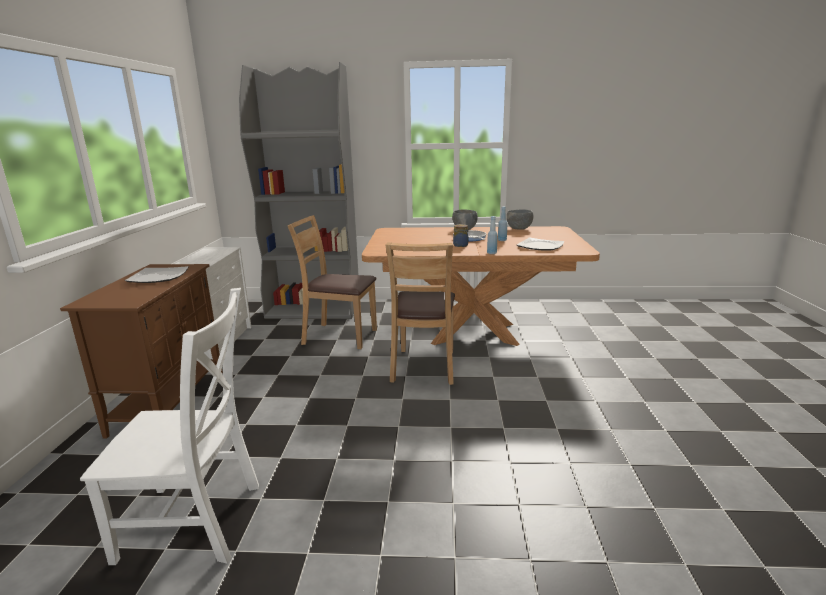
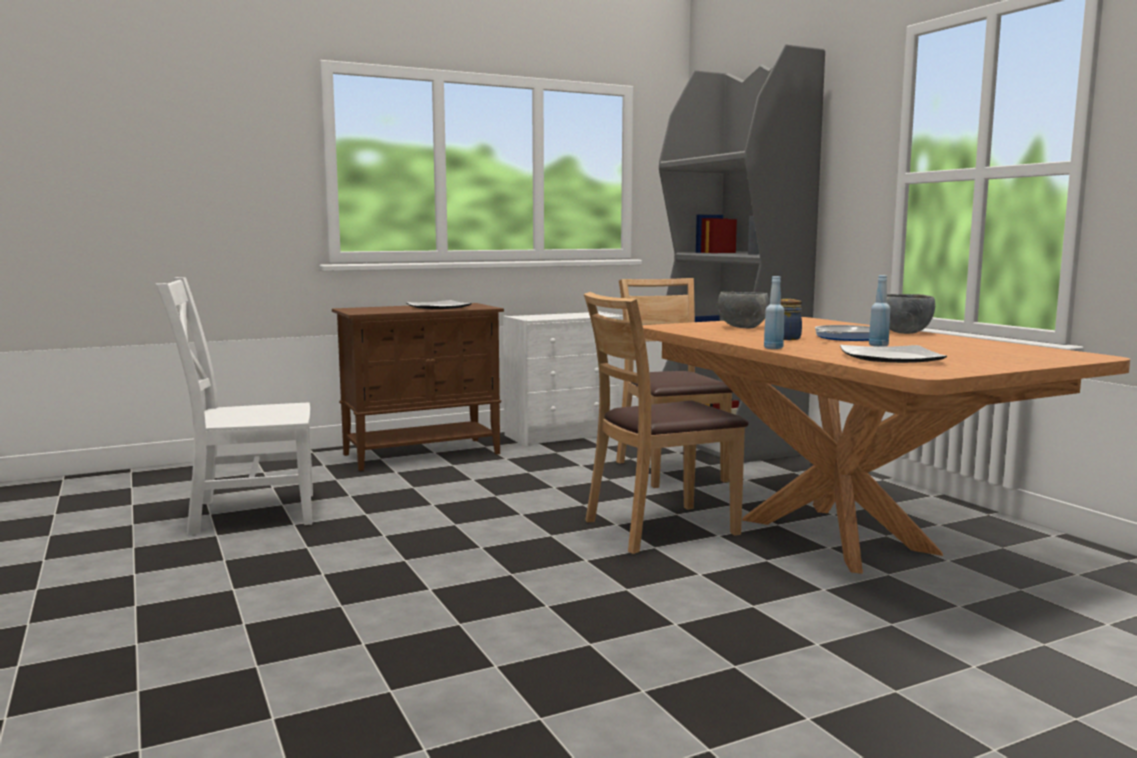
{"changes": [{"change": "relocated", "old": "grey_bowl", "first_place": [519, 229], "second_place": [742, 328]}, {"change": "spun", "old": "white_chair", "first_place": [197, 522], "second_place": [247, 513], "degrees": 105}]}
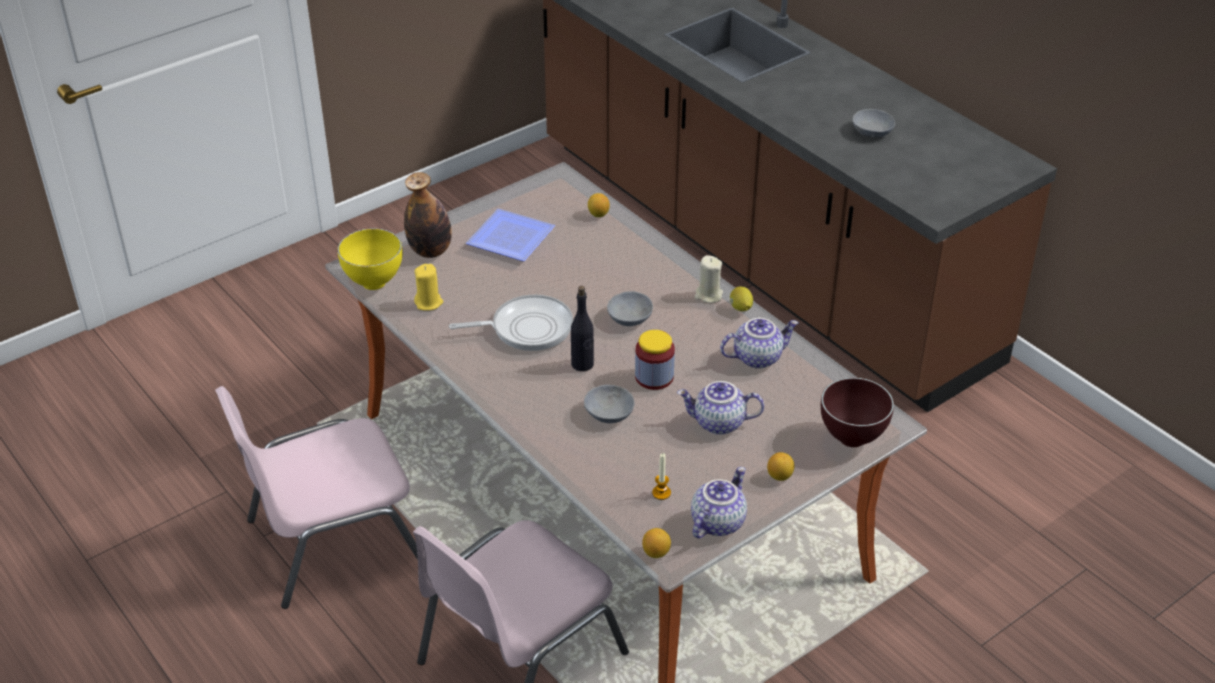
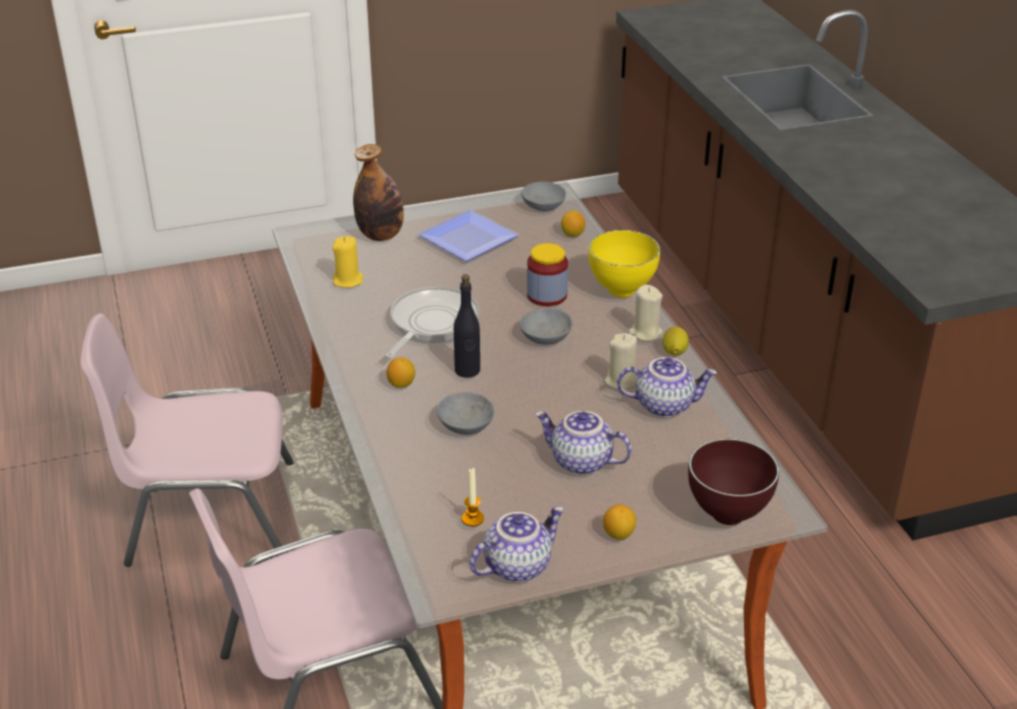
{"changes": [{"change": "appeared", "new": "beige_candle", "second_place": [622, 381]}, {"change": "relocated", "old": "yellow_bowl", "first_place": [373, 283], "second_place": [620, 290]}, {"change": "relocated", "old": "jar", "first_place": [654, 377], "second_place": [547, 295]}, {"change": "relocated", "old": "lemon", "first_place": [656, 552], "second_place": [401, 384]}, {"change": "relocated", "old": "grey_bowl", "first_place": [873, 131], "second_place": [545, 205]}, {"change": "spun", "old": "frying_pan", "first_place": [527, 328], "second_place": [431, 324], "degrees": -75}]}
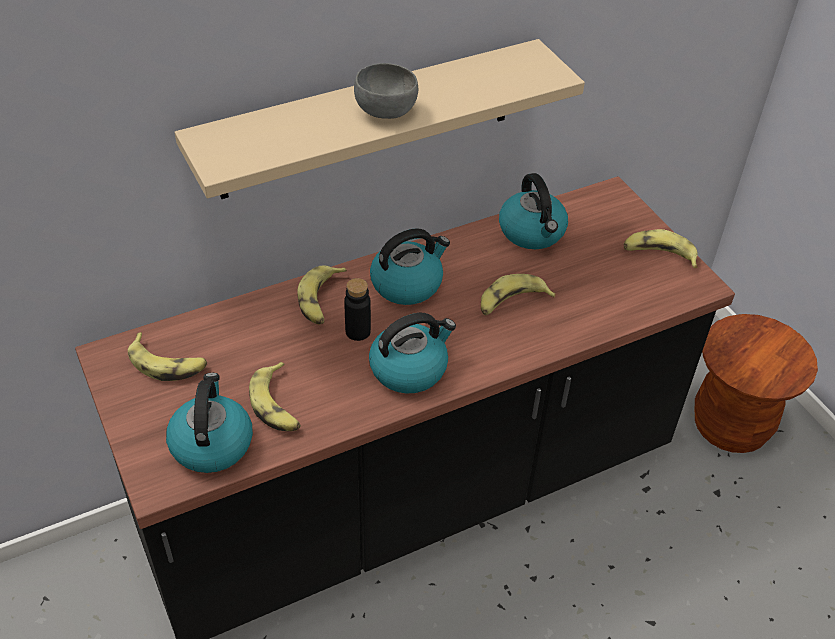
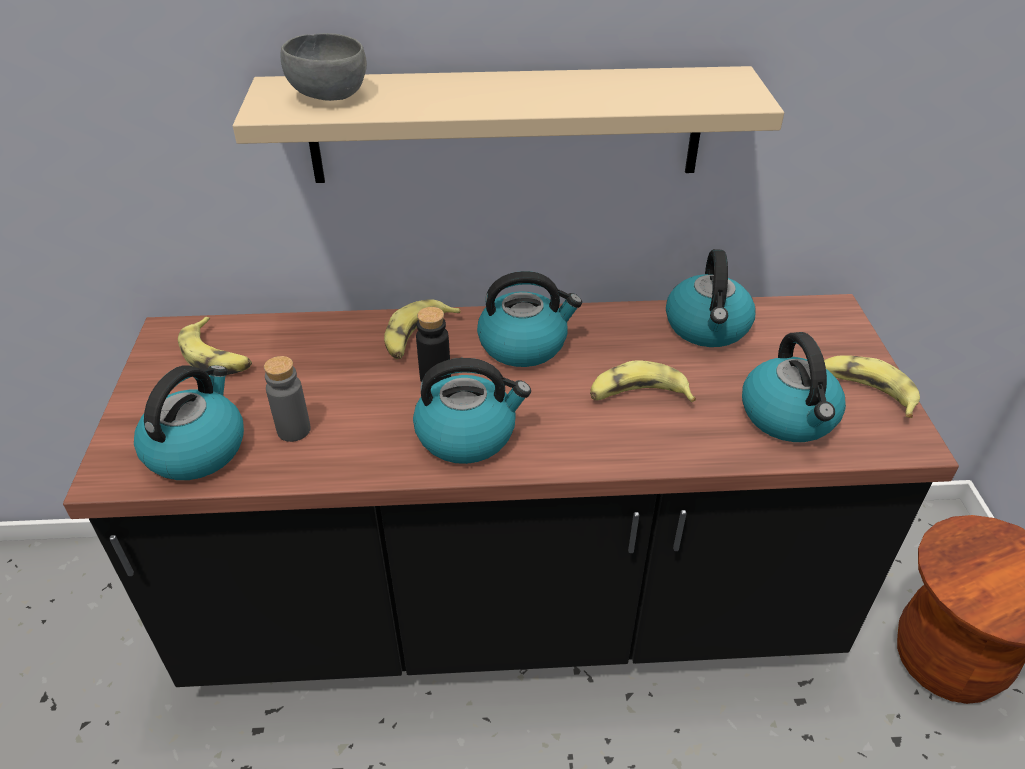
{"changes": [{"change": "appeared", "new": "kettle", "second_place": [789, 417]}, {"change": "relocated", "old": "grey_bowl", "first_place": [386, 111], "second_place": [329, 95]}, {"change": "exchanged", "old": "banana", "new": "grey_bottle", "first_place": [277, 405], "second_place": [294, 430]}]}
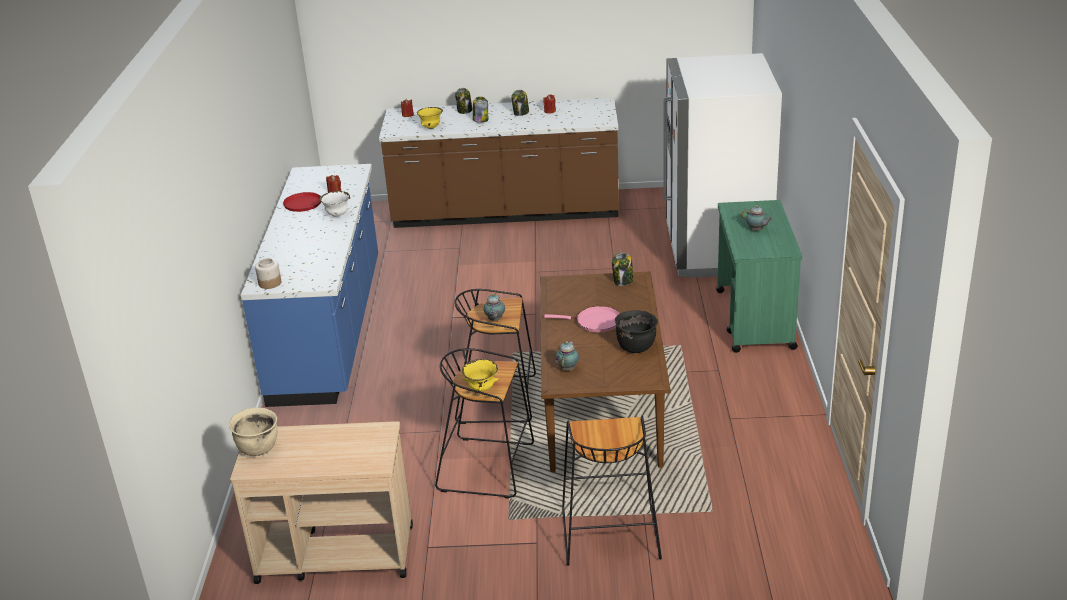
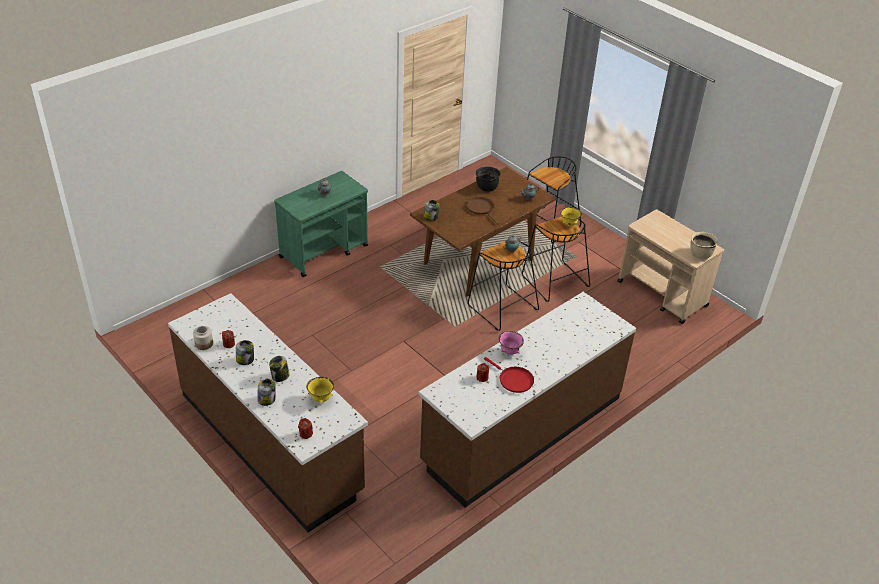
{"changes": [{"change": "missing", "old": "white_fridge", "first_place": [716, 250]}, {"change": "relocated", "old": "jar", "first_place": [270, 283], "second_place": [204, 344]}, {"change": "colour", "old": "blue_counter", "new": "brown_counter", "first_place": [329, 329], "second_place": [522, 429]}, {"change": "colour", "old": "white_bowl", "new": "pink_bowl", "first_place": [337, 215], "second_place": [509, 352]}, {"change": "colour", "old": "pink_frying_pan", "new": "brown_frying_pan", "first_place": [595, 322], "second_place": [481, 208]}]}
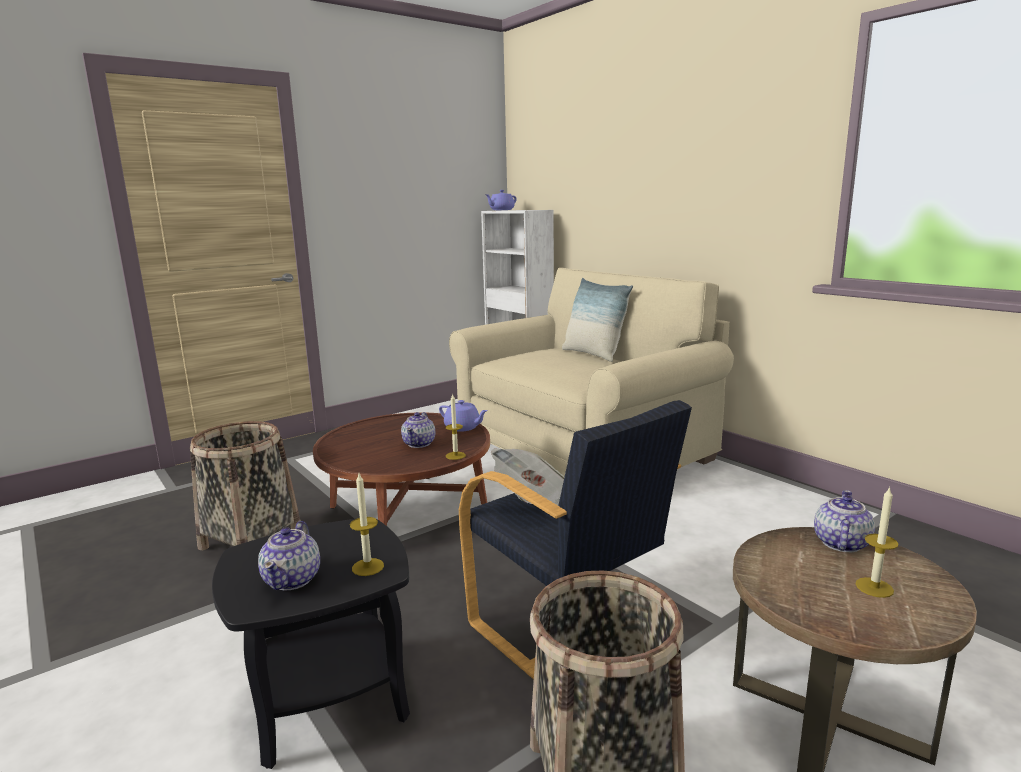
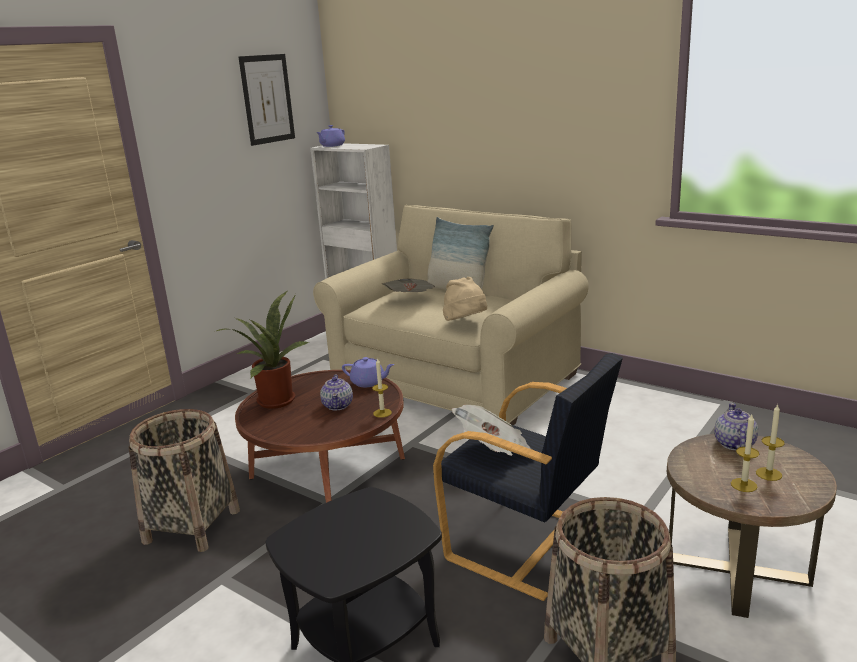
{"changes": [{"change": "missing", "old": "teapot", "first_place": [293, 579]}, {"change": "appeared", "new": "potted_plant", "second_place": [274, 400]}, {"change": "appeared", "new": "picture", "second_place": [267, 99]}, {"change": "appeared", "new": "newspaper", "second_place": [410, 300]}, {"change": "appeared", "new": "beige_hat", "second_place": [466, 323]}, {"change": "relocated", "old": "candle", "first_place": [368, 567], "second_place": [744, 485]}]}
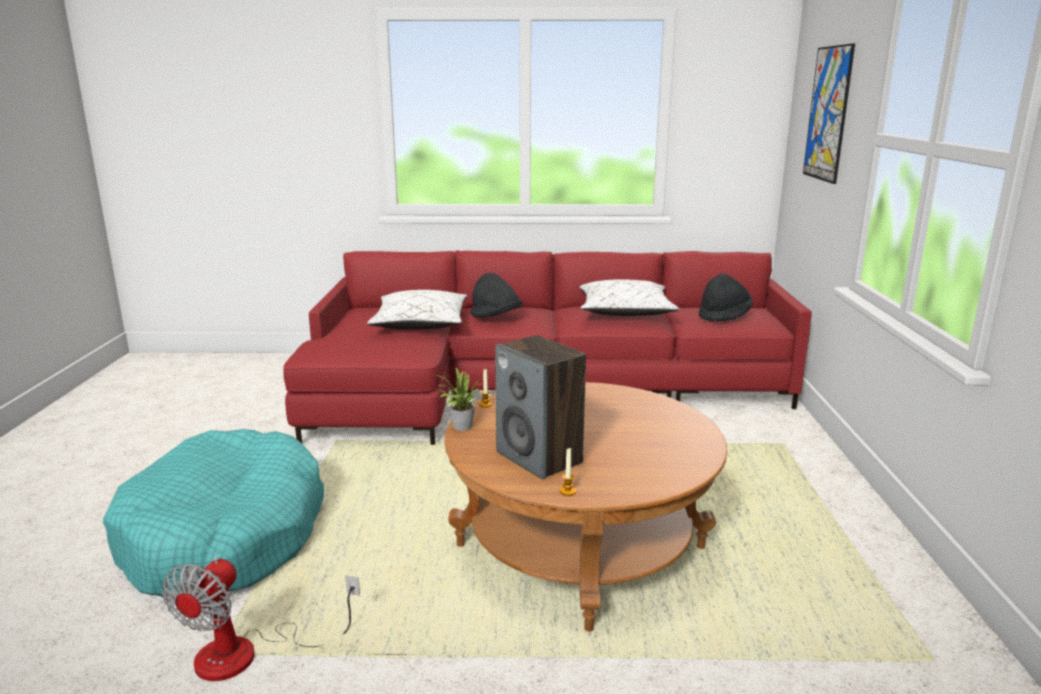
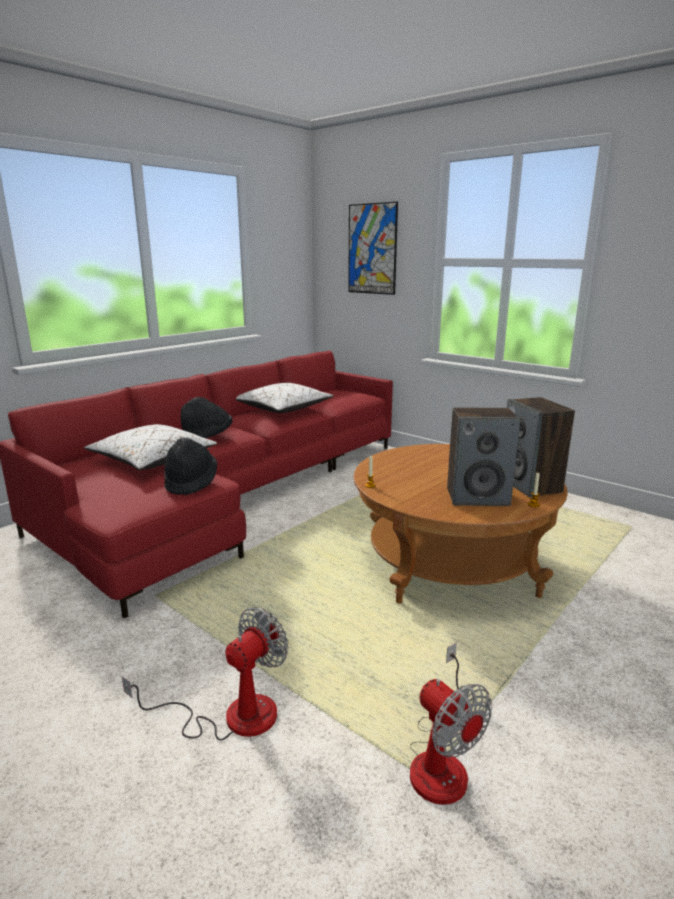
{"changes": [{"change": "missing", "old": "potted_plant", "first_place": [460, 427]}, {"change": "appeared", "new": "speaker", "second_place": [531, 485]}, {"change": "relocated", "old": "black_hat", "first_place": [724, 316], "second_place": [191, 483]}, {"change": "exchanged", "old": "turquoise_dog_bed", "new": "fan", "first_place": [225, 536], "second_place": [231, 716]}]}
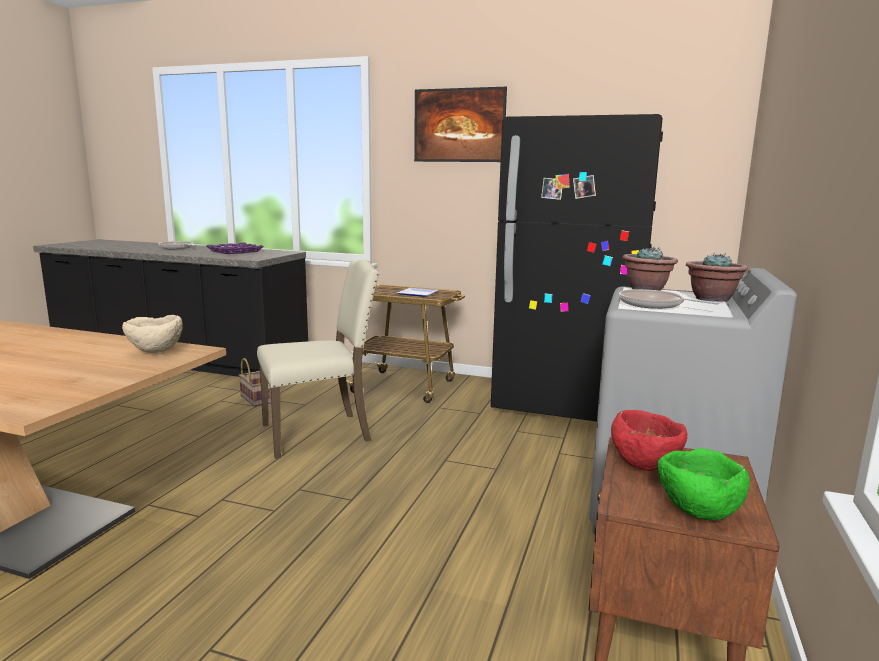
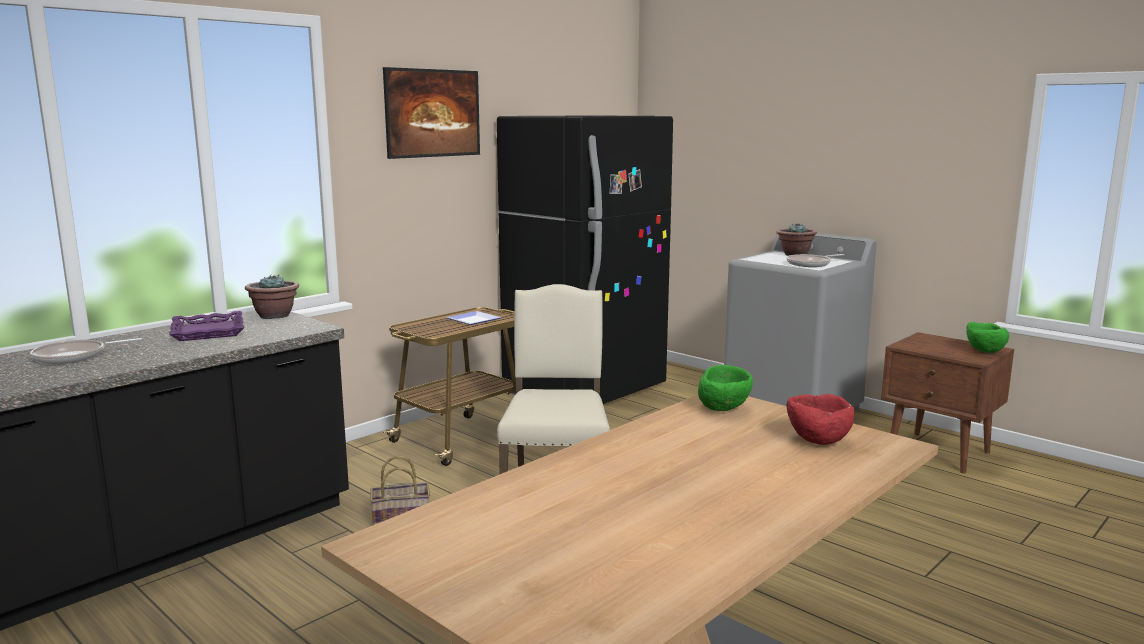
{"changes": [{"change": "relocated", "old": "red_bowl", "first_place": [645, 465], "second_place": [817, 440]}, {"change": "relocated", "old": "potted_plant", "first_place": [646, 289], "second_place": [274, 316]}, {"change": "colour", "old": "beige_bowl", "new": "green_bowl", "first_place": [155, 353], "second_place": [724, 409]}]}
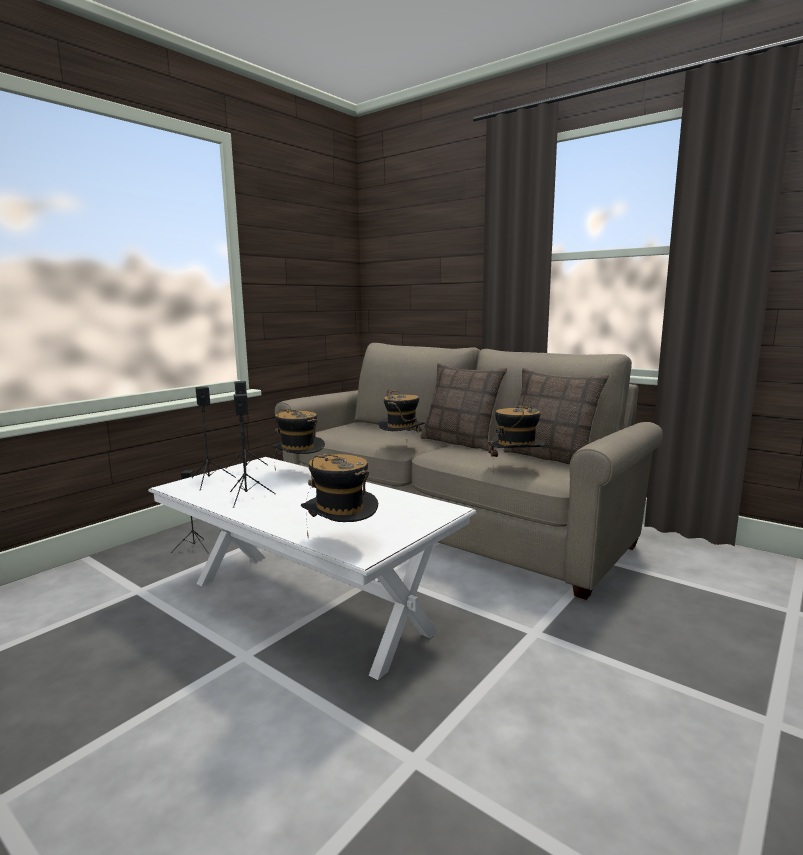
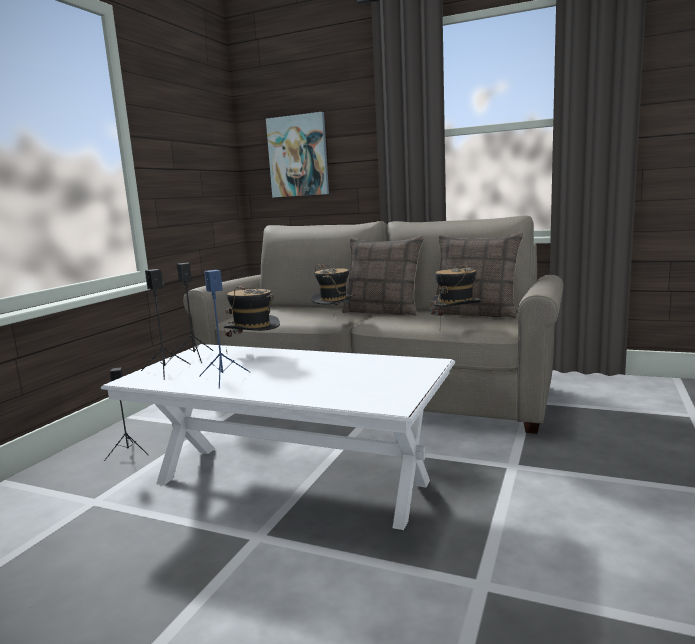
{"changes": [{"change": "missing", "old": "hat", "first_place": [341, 544]}, {"change": "appeared", "new": "picture", "second_place": [298, 156]}, {"change": "colour", "old": "black_speaker", "new": "blue_speaker", "first_place": [246, 497], "second_place": [223, 378]}]}
